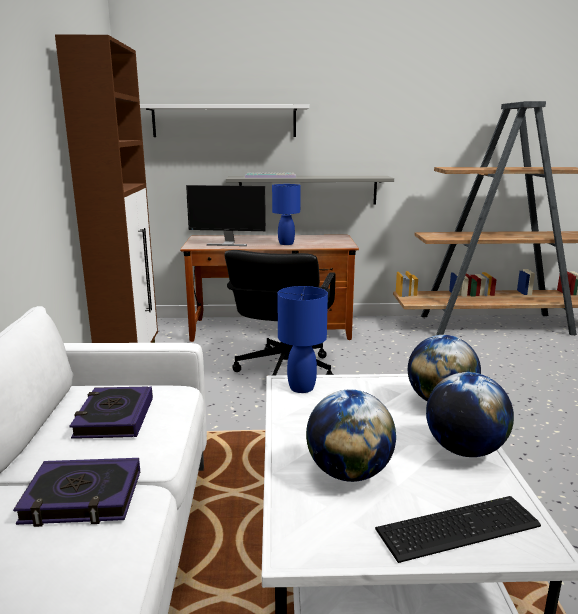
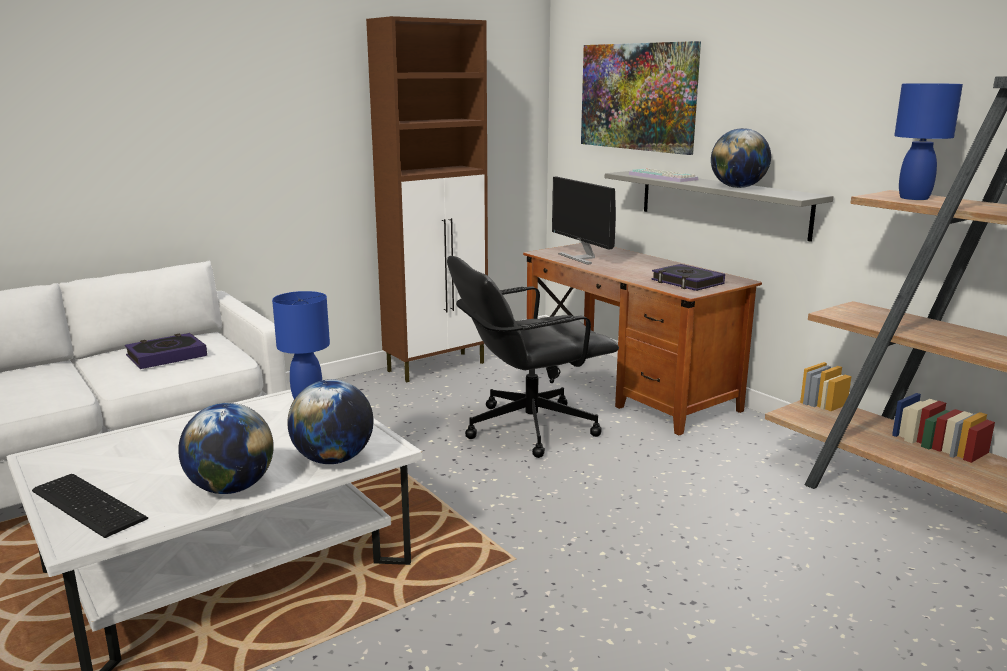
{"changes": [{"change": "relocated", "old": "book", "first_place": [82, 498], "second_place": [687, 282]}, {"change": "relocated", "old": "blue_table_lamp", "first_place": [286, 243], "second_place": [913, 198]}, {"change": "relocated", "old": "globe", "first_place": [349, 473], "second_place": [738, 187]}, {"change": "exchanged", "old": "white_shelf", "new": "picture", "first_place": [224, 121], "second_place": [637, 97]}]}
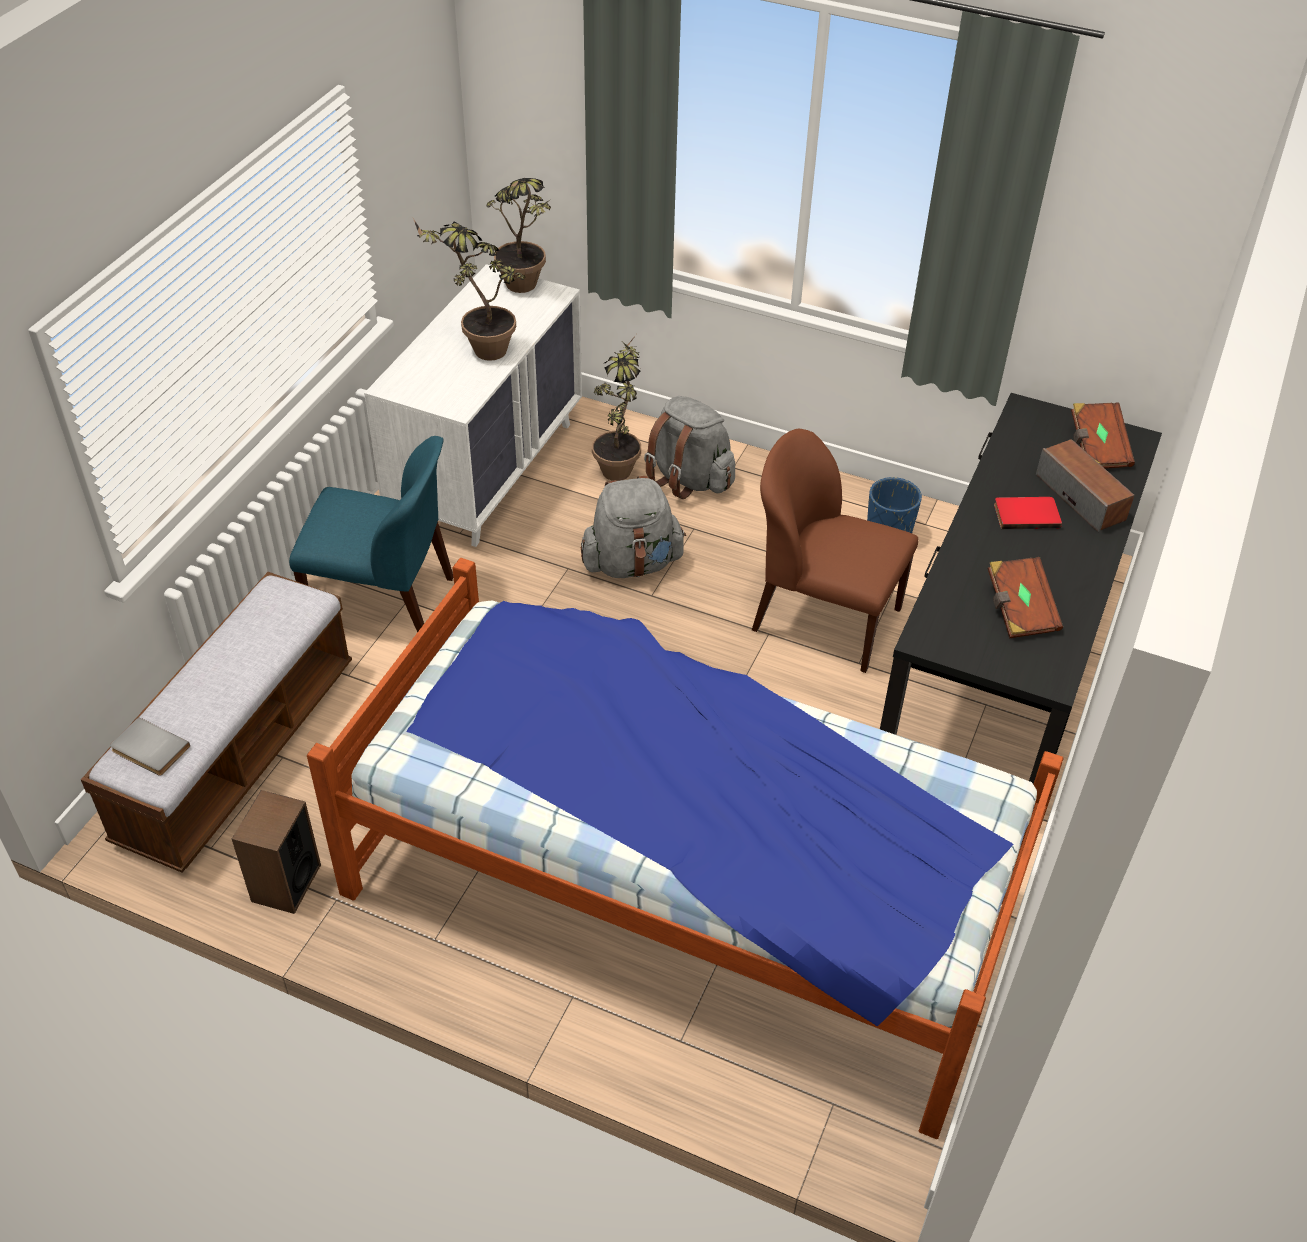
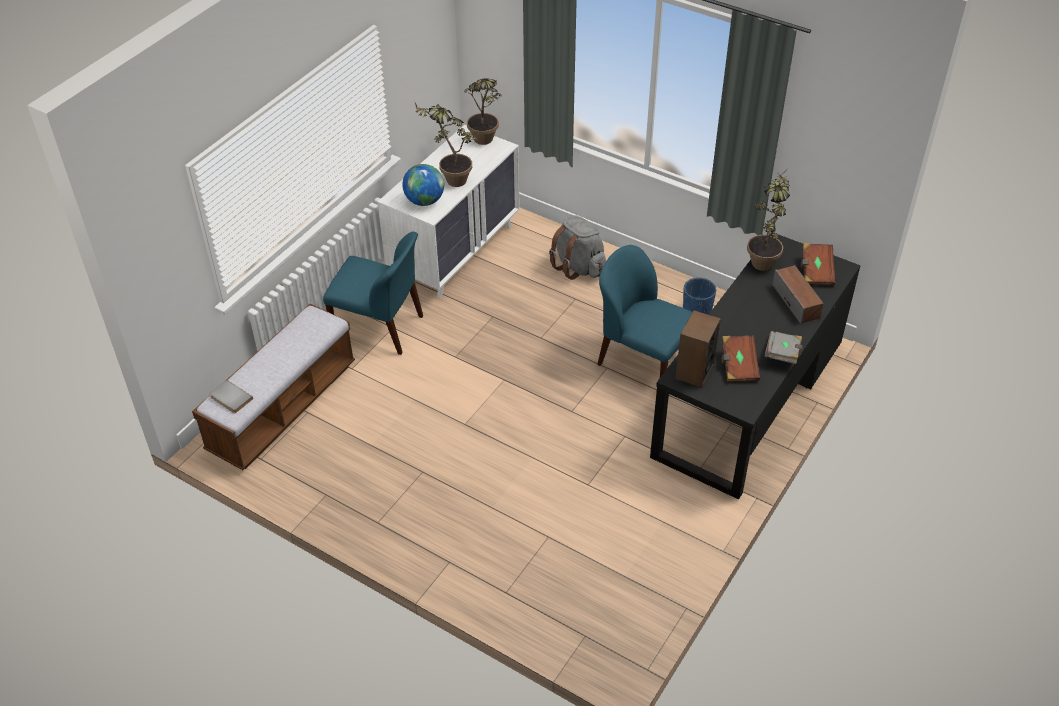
{"changes": [{"change": "missing", "old": "bed", "first_place": [680, 892]}, {"change": "missing", "old": "grey_backpack", "first_place": [632, 563]}, {"change": "missing", "old": "red_book", "first_place": [1026, 514]}, {"change": "appeared", "new": "globe", "second_place": [424, 201]}, {"change": "appeared", "new": "grey_book", "second_place": [783, 354]}, {"change": "relocated", "old": "speaker", "first_place": [285, 883], "second_place": [694, 371]}, {"change": "relocated", "old": "potted_plant", "first_place": [619, 464], "second_place": [764, 258]}, {"change": "colour", "old": "brown_chair", "new": "blue_chair", "first_place": [823, 619], "second_place": [643, 361]}]}
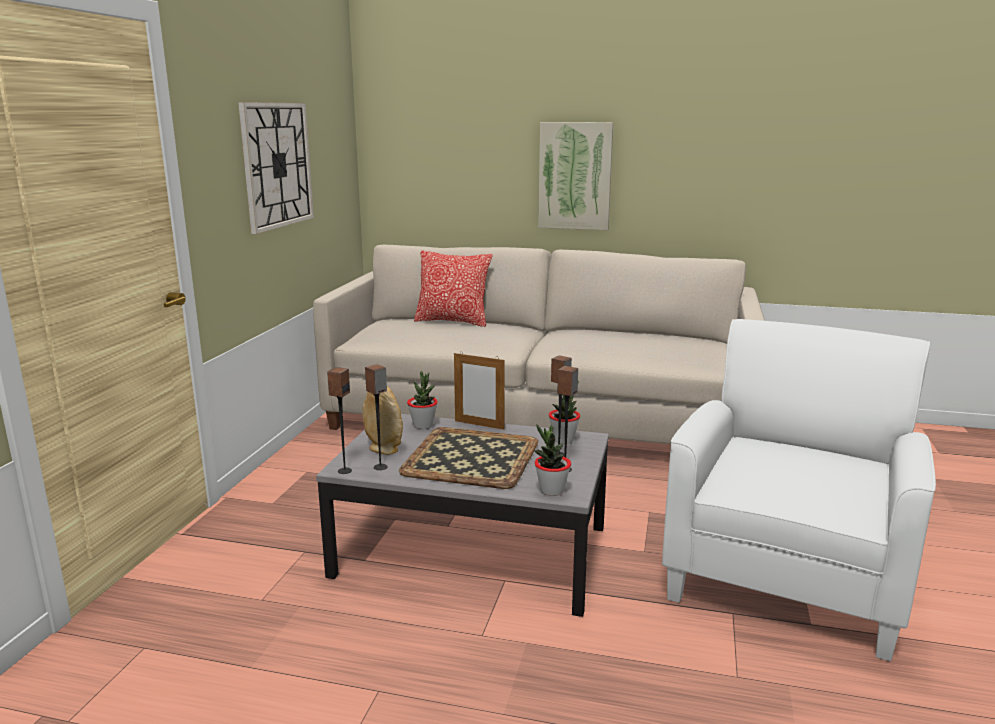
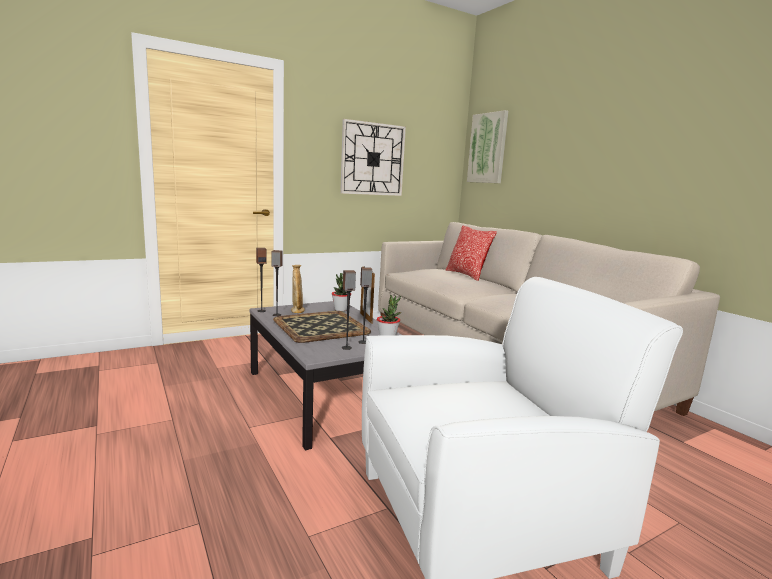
{"changes": [{"change": "missing", "old": "potted_plant", "first_place": [551, 491]}, {"change": "relocated", "old": "picture", "first_place": [575, 176], "second_place": [488, 148]}]}
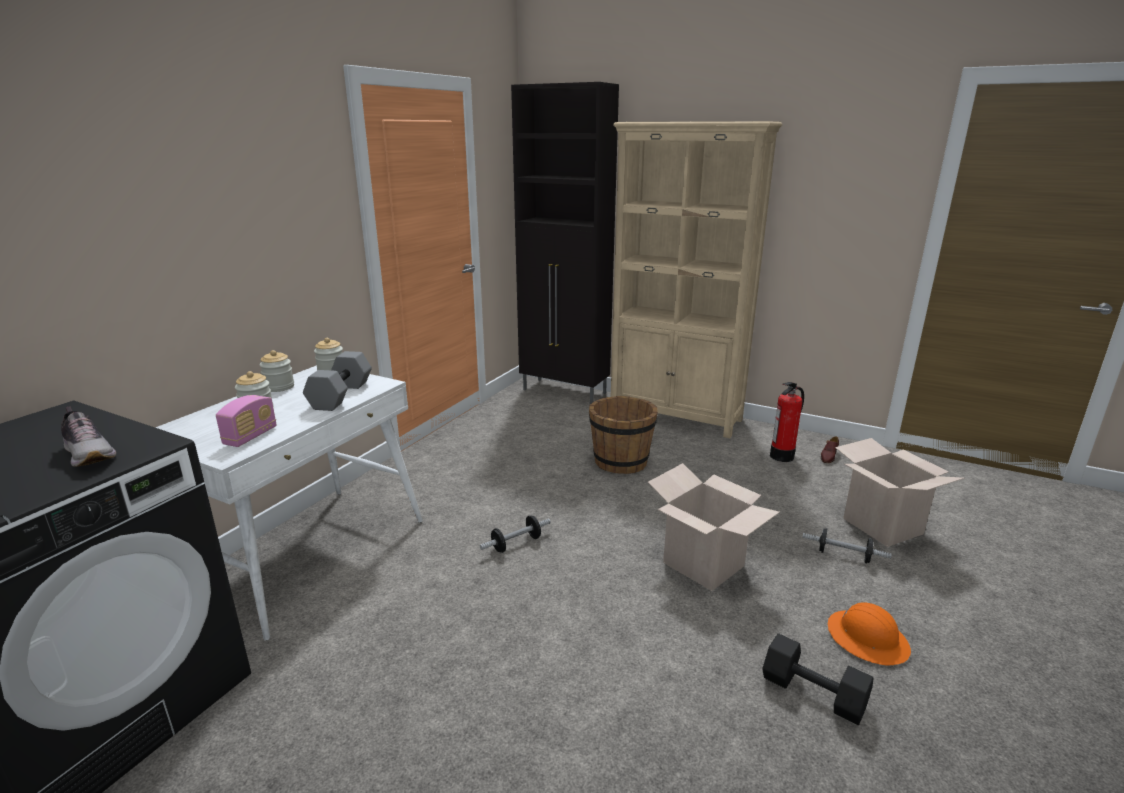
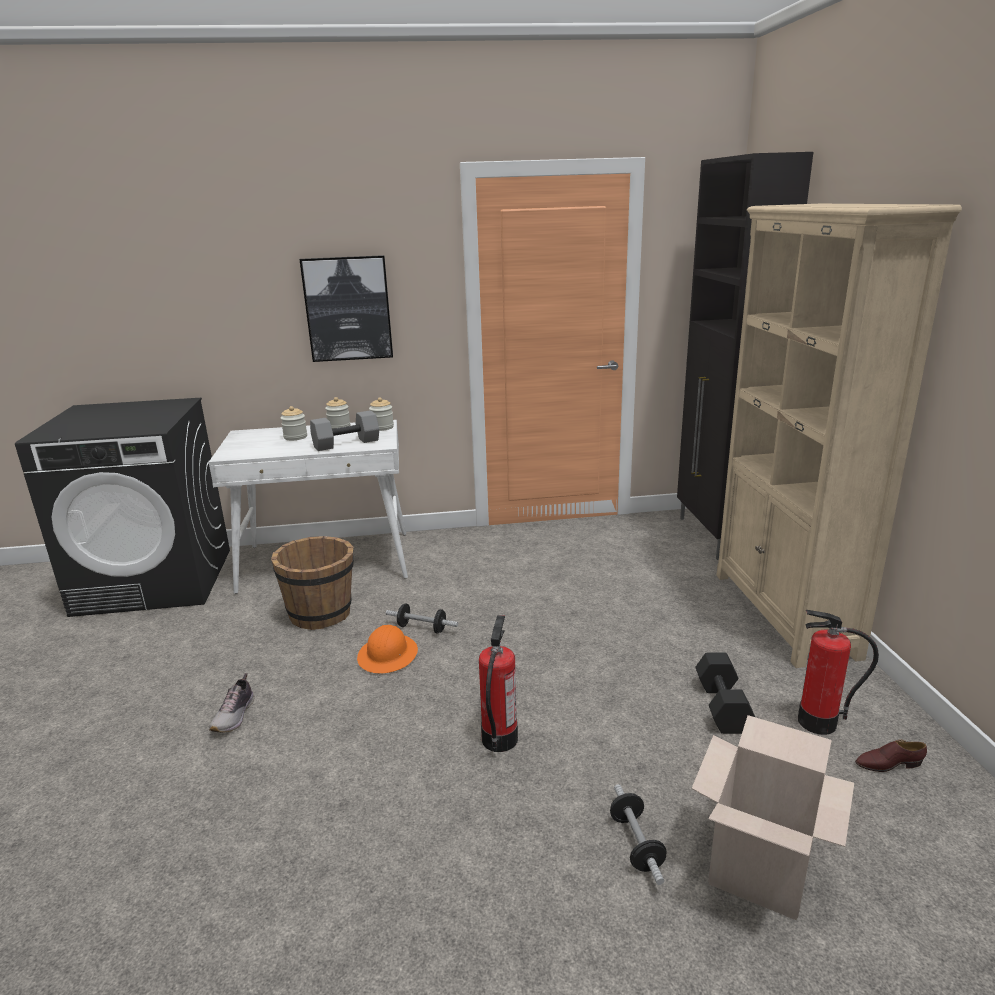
{"changes": [{"change": "missing", "old": "radio", "first_place": [250, 436]}, {"change": "appeared", "new": "picture", "second_place": [348, 309]}, {"change": "relocated", "old": "shoe", "first_place": [90, 454], "second_place": [235, 716]}, {"change": "relocated", "old": "brown_bucket", "first_place": [621, 462], "second_place": [321, 613]}, {"change": "relocated", "old": "black_dumbbell", "first_place": [814, 692], "second_place": [723, 706]}, {"change": "relocated", "old": "orange_hard_hat", "first_place": [867, 638], "second_place": [388, 655]}, {"change": "exchanged", "old": "cardboard_box", "new": "fire_extinguisher", "first_place": [703, 564], "second_place": [499, 739]}]}
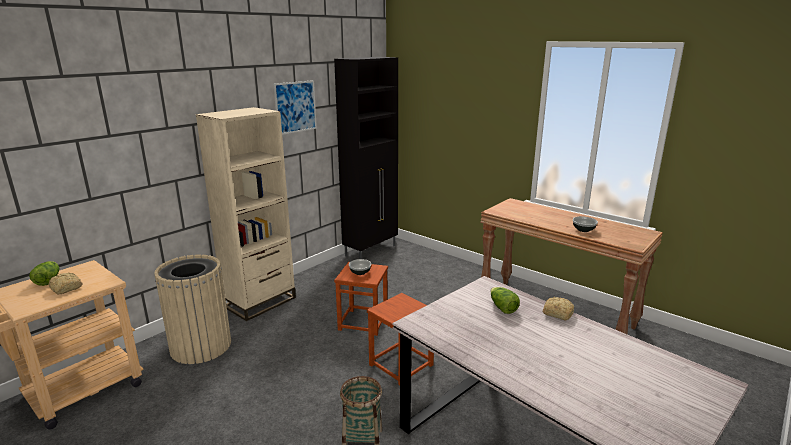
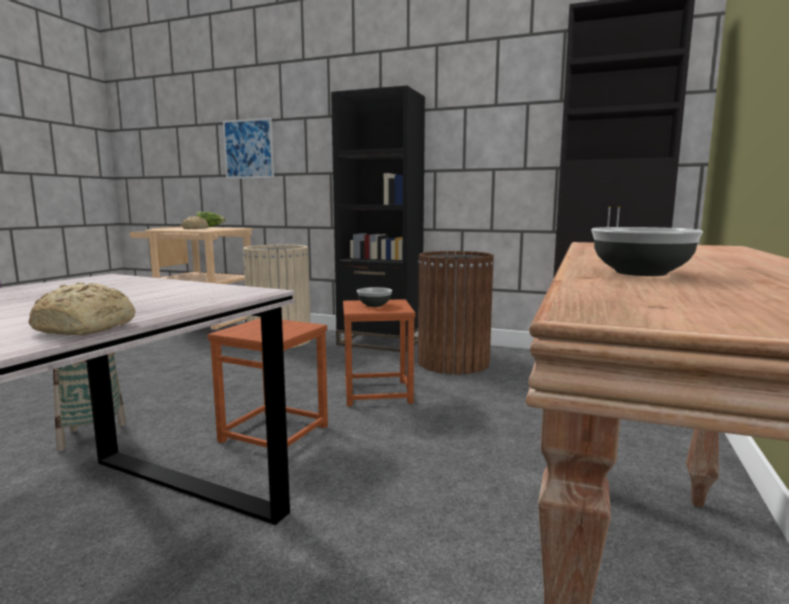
{"changes": [{"change": "missing", "old": "lettuce", "first_place": [502, 307]}, {"change": "appeared", "new": "brown_trash_can", "second_place": [453, 362]}, {"change": "relocated", "old": "picture", "first_place": [295, 107], "second_place": [248, 149]}, {"change": "colour", "old": "beige_bookcase", "new": "black_bookcase", "first_place": [260, 302], "second_place": [380, 342]}]}
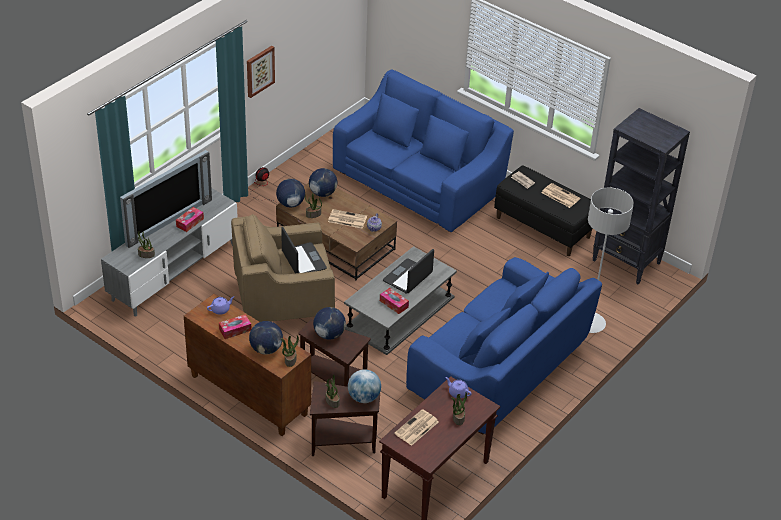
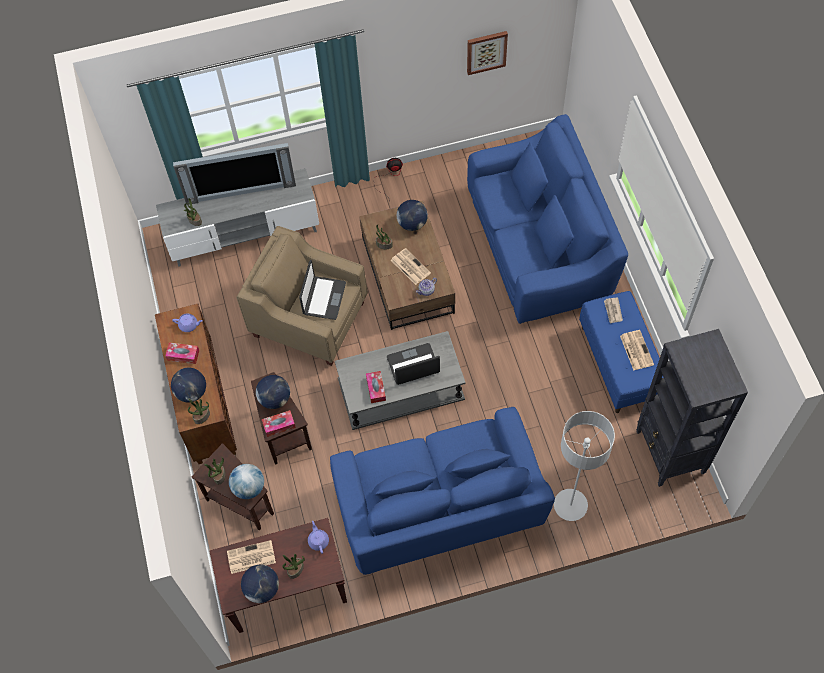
{"changes": [{"change": "relocated", "old": "tissue_box", "first_place": [190, 222], "second_place": [279, 425]}, {"change": "relocated", "old": "picture", "first_place": [259, 71], "second_place": [486, 51]}, {"change": "relocated", "old": "globe", "first_place": [290, 204], "second_place": [262, 589]}, {"change": "colour", "old": "black_bench", "new": "blue_bench", "first_place": [543, 227], "second_place": [619, 364]}]}
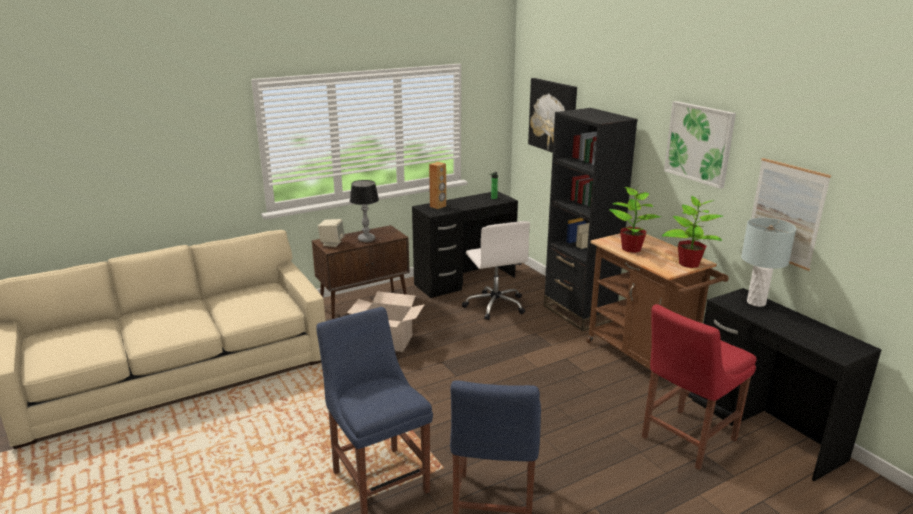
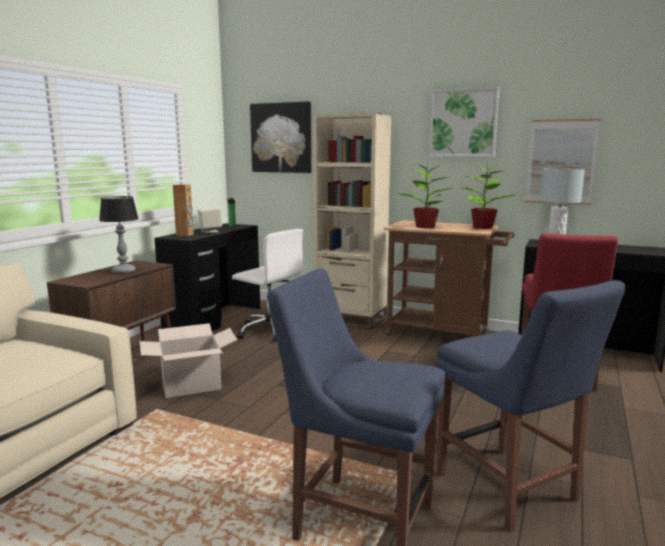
{"changes": [{"change": "relocated", "old": "beige_speaker", "first_place": [332, 243], "second_place": [210, 231]}, {"change": "colour", "old": "black_bookcase", "new": "beige_bookcase", "first_place": [579, 313], "second_place": [350, 319]}]}
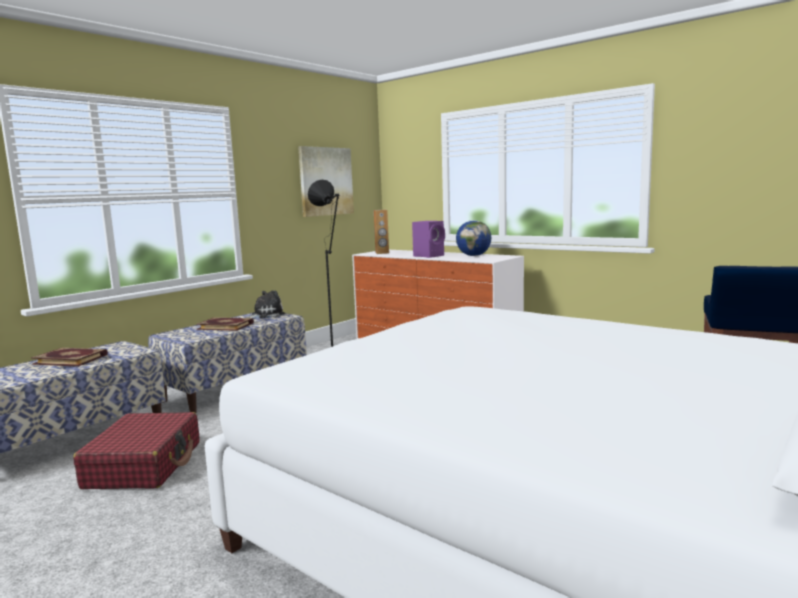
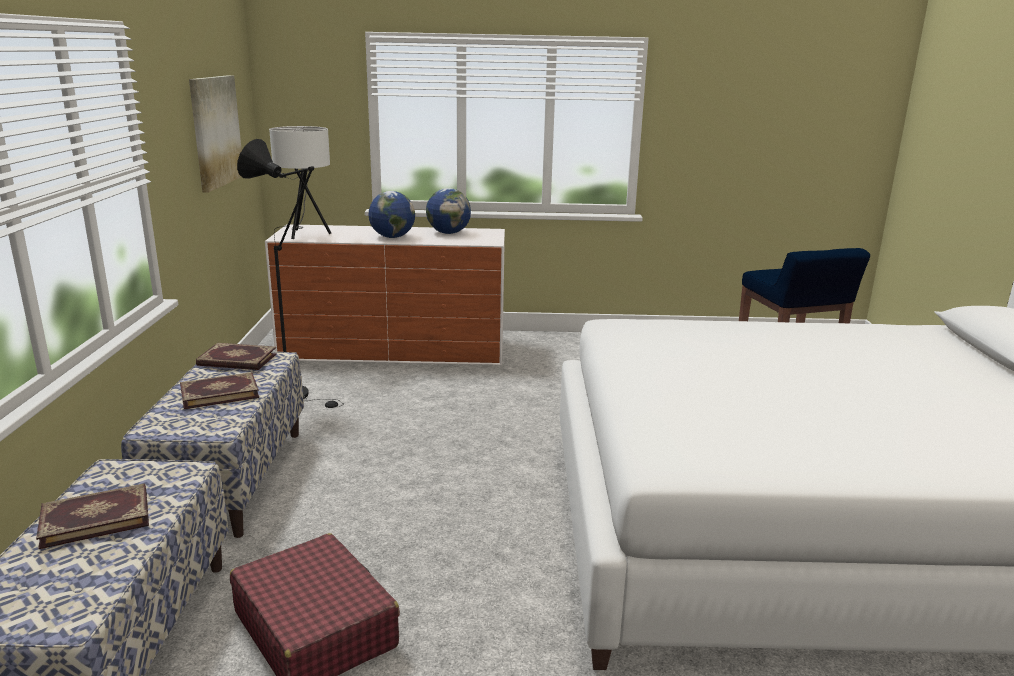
{"changes": [{"change": "exchanged", "old": "plush_toy", "new": "book", "first_place": [265, 315], "second_place": [237, 360]}, {"change": "exchanged", "old": "brown_speaker", "new": "white_table_lamp", "first_place": [382, 253], "second_place": [306, 234]}, {"change": "exchanged", "old": "purple_speaker", "new": "globe", "first_place": [429, 256], "second_place": [392, 237]}]}
